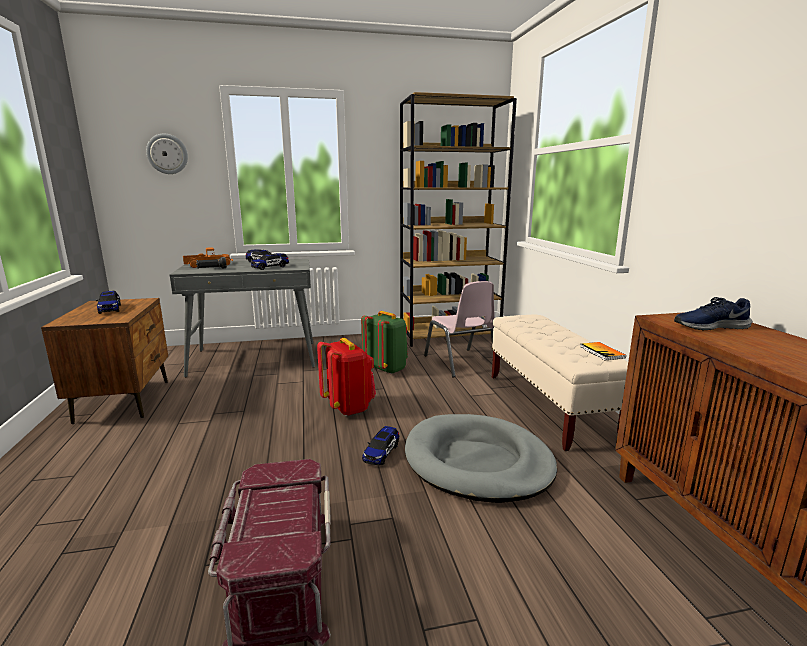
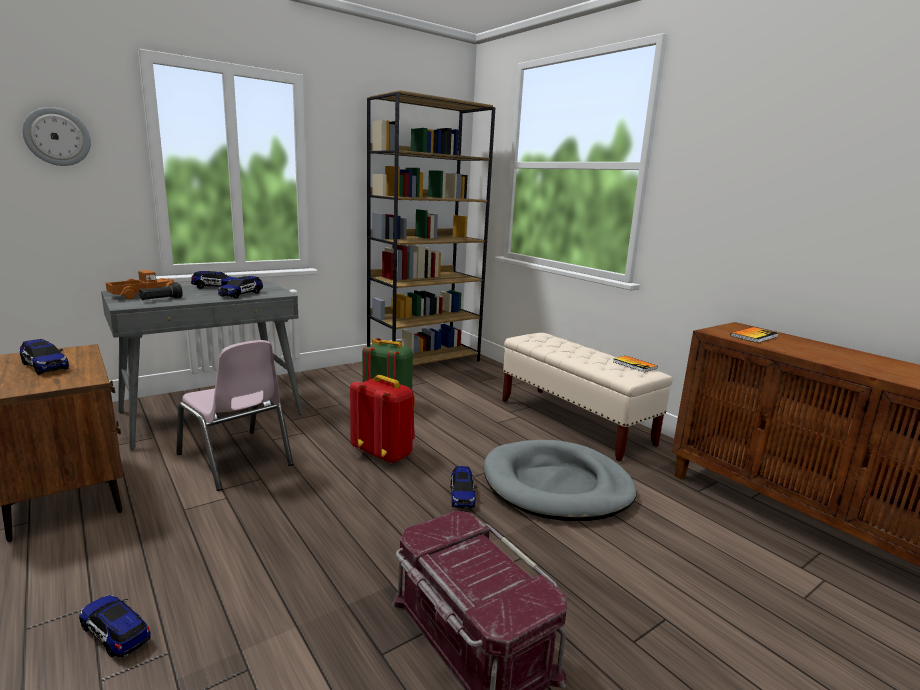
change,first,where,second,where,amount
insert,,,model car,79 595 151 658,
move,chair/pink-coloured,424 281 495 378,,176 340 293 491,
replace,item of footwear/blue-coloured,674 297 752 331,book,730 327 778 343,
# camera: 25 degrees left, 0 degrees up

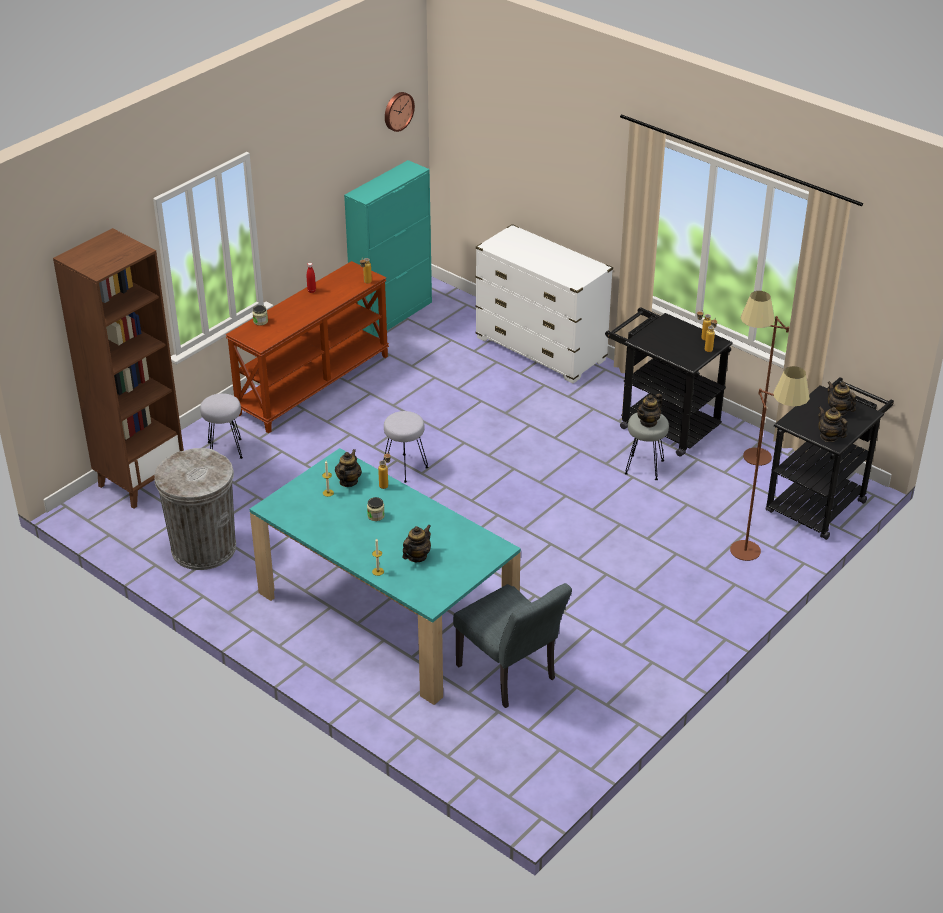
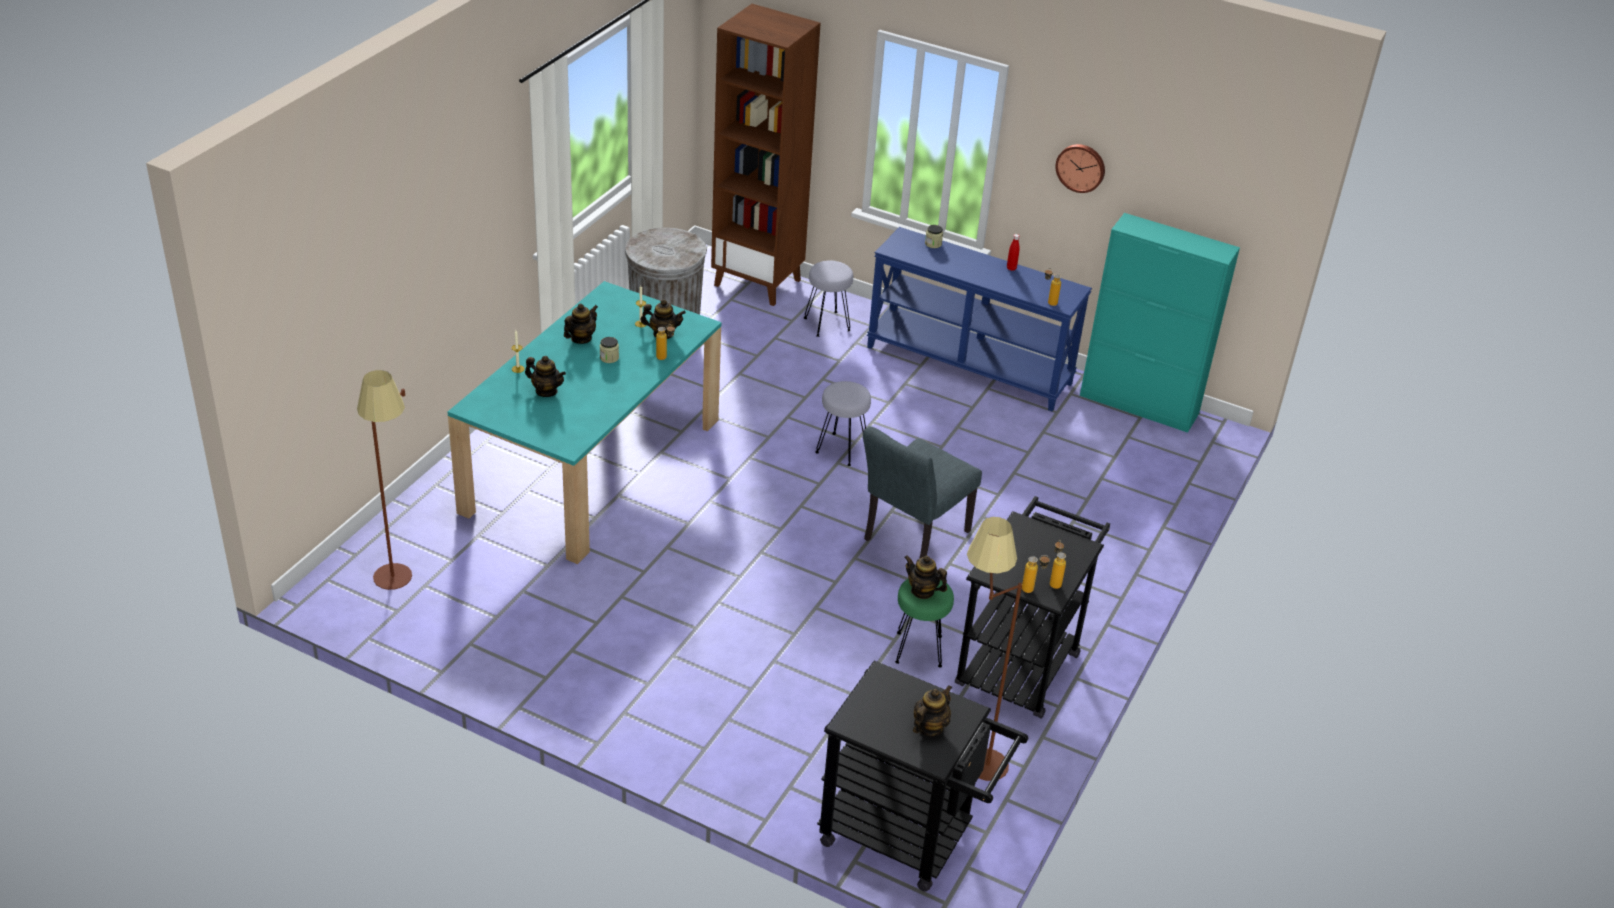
change,first,where,second,where,amount
move,standard lamp/brown-coloured,730 366 810 561,,357 370 412 590,
move,tea pot,818 406 848 442,,564 304 598 344,
move,chair/greyish,453 583 572 708,,863 426 982 559,
recolor,hall table/brown-coloured,226 261 389 433,hall table/blue-coloured,867 227 1092 411,
recolor,stool/greyish,625 413 669 480,stool/green,895 579 954 667,
move,wall clock,385 92 415 132,,1055 144 1105 193,
delete,dresser/whitish,475 224 613 384,,,
# camera: 75 degrees right, 0 degrees up

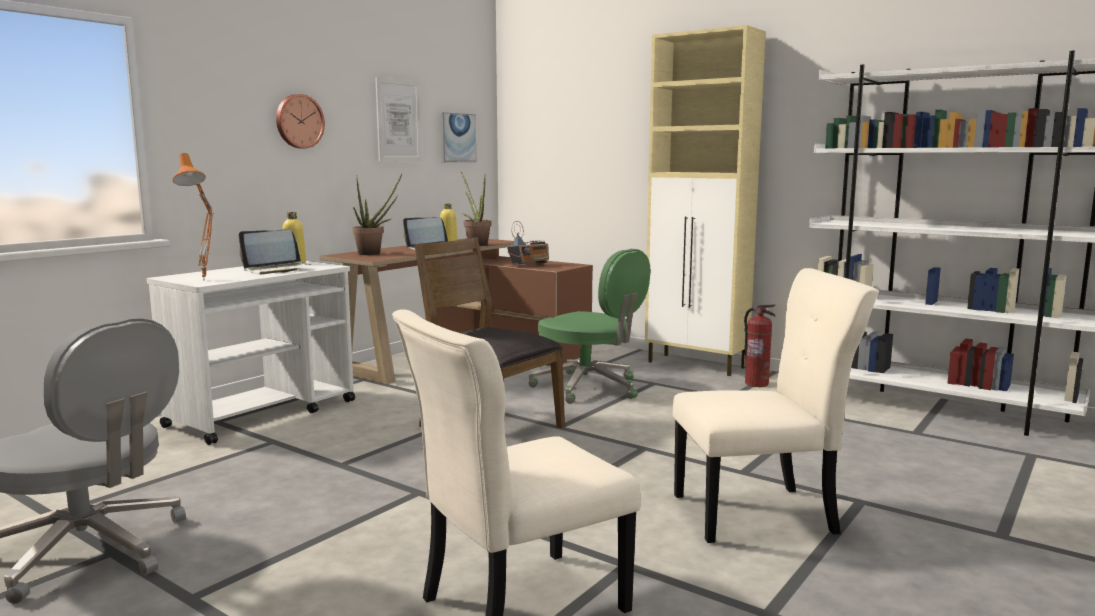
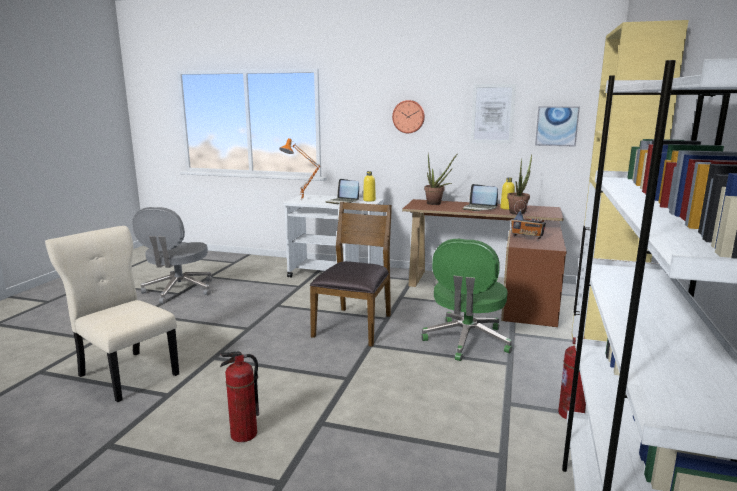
change,first,where,second,where,amount
replace,chair/beige-coloured,673 268 879 543,extinguisher,220 351 259 442,
# camera: 70 degrees right, 5 degrees up

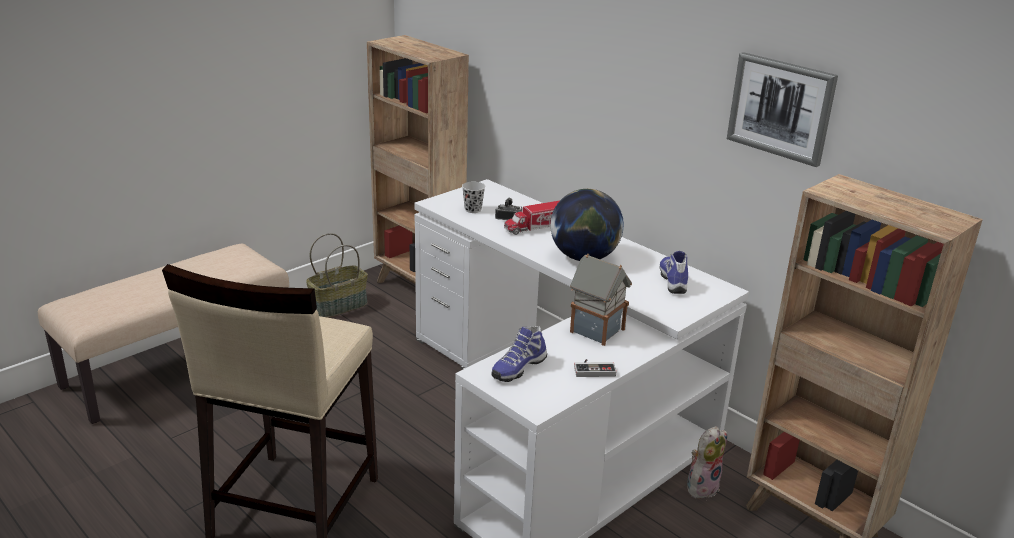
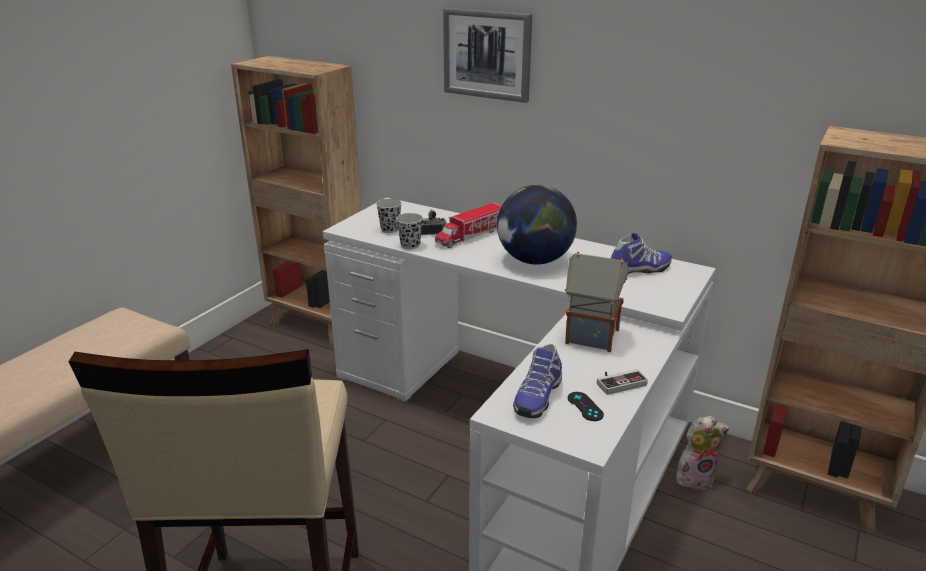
change,first,where,second,where,amount
insert,,,drinking cup/black-coloured,396 213 423 249,
move,wall picture,727 52 838 167,,443 8 532 103,
insert,,,joypad/black-coloured,568 392 604 421,
rotate,item of footwear,660 251 688 294,,611 233 672 275,90 degrees clockwise
rotate,cuddly toy,687 426 727 499,,676 416 729 490,45 degrees clockwise
delete,storage basket,306 233 368 318,,,
# camera: 15 degrees left, 0 degrees up

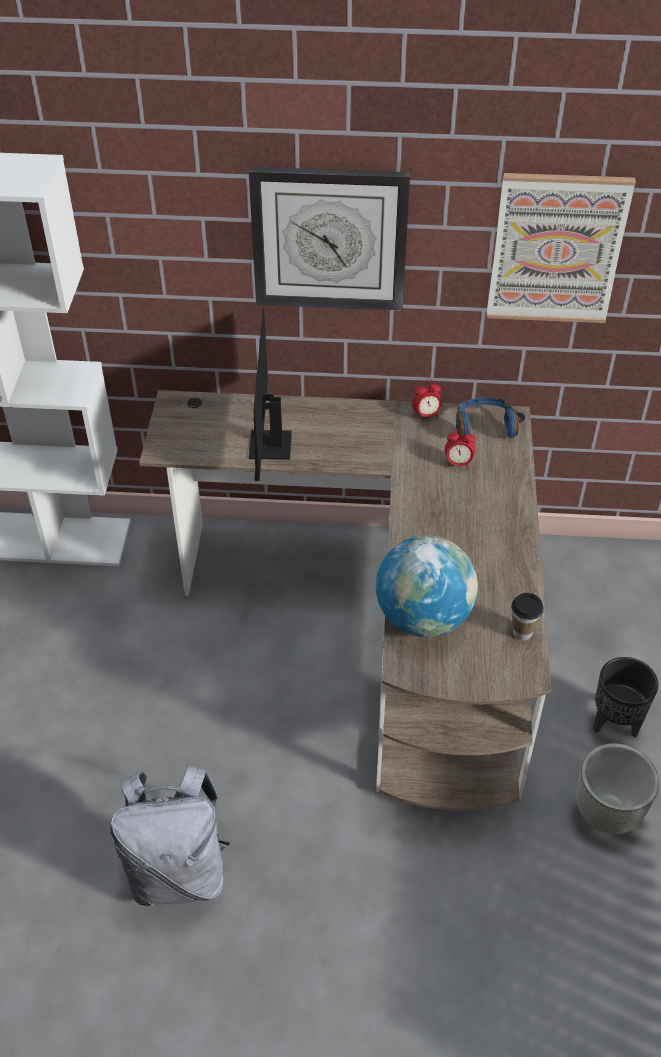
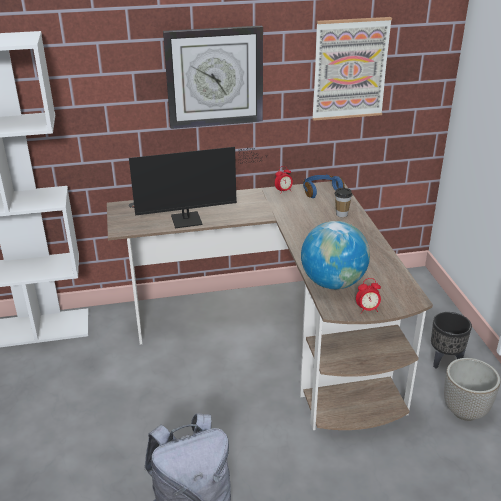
change,first,where,second,where,amount
rotate,monitor,249 308 292 481,,129 147 261 228,90 degrees counterclockwise
move,drinking cup,512 593 544 641,,335 188 353 217,
move,bedside clock,445 428 476 469,,356 278 381 314,
# camera: 15 degrees left, 15 degrees down

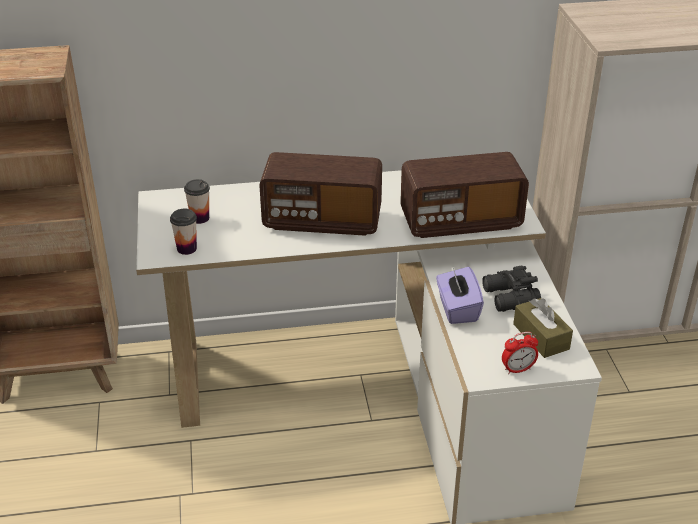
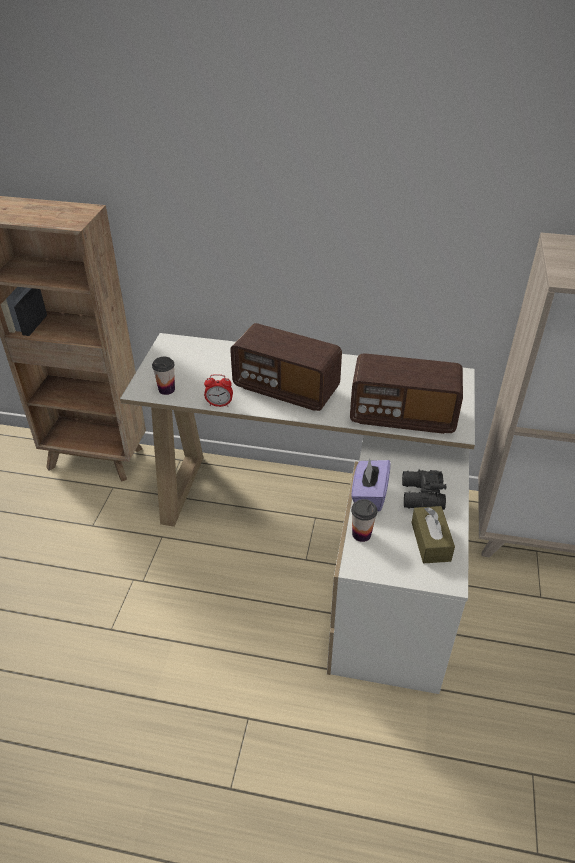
change,first,where,second,where,amount
move,bedside clock,502 332 538 375,,204 374 233 407,
move,drinking cup,184 179 210 224,,351 499 377 542,
# camera: 20 degrees right, 5 degrees up

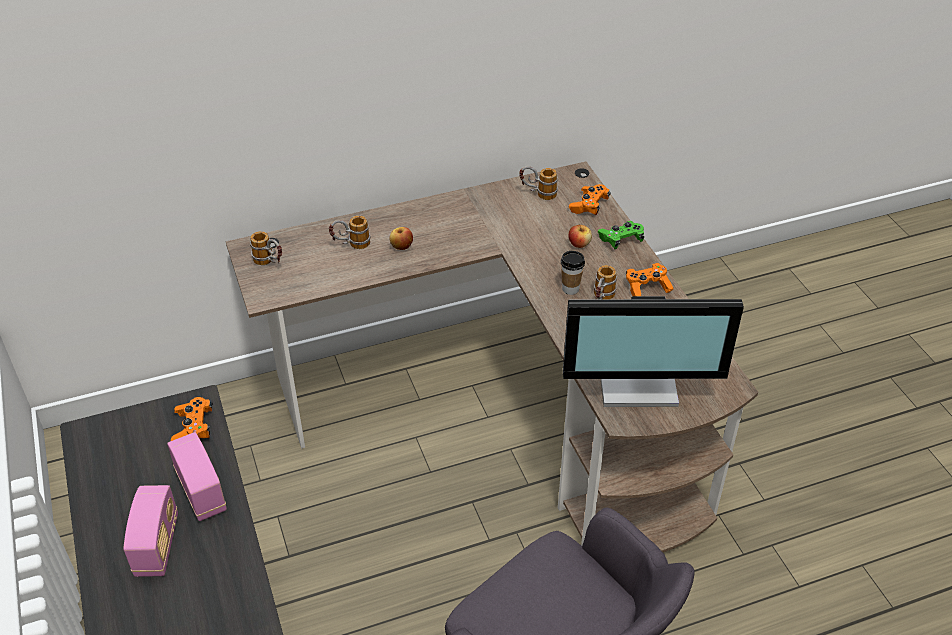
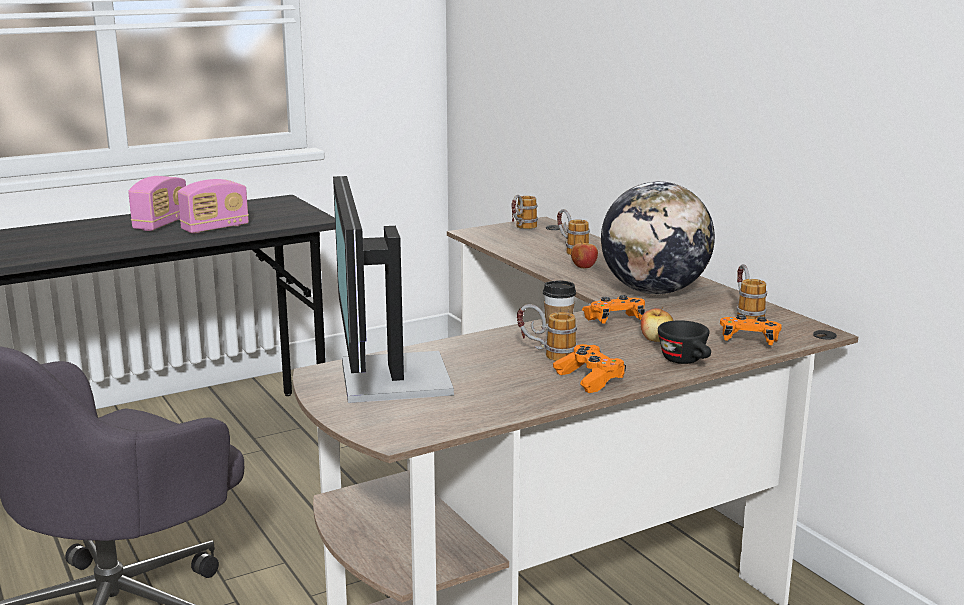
change,first,where,second,where,amount
rotate,radio set,123 485 178 577,,128 176 186 231,60 degrees counterclockwise
move,joypad/orange-coloured,171 397 212 441,,582 295 645 324,
insert,,,world globe,601 181 715 294,
replace,joypad/green,597 221 644 249,drinking cup/black-coloured,658 320 711 364,
# camera: 80 degrees right, 25 degrees down

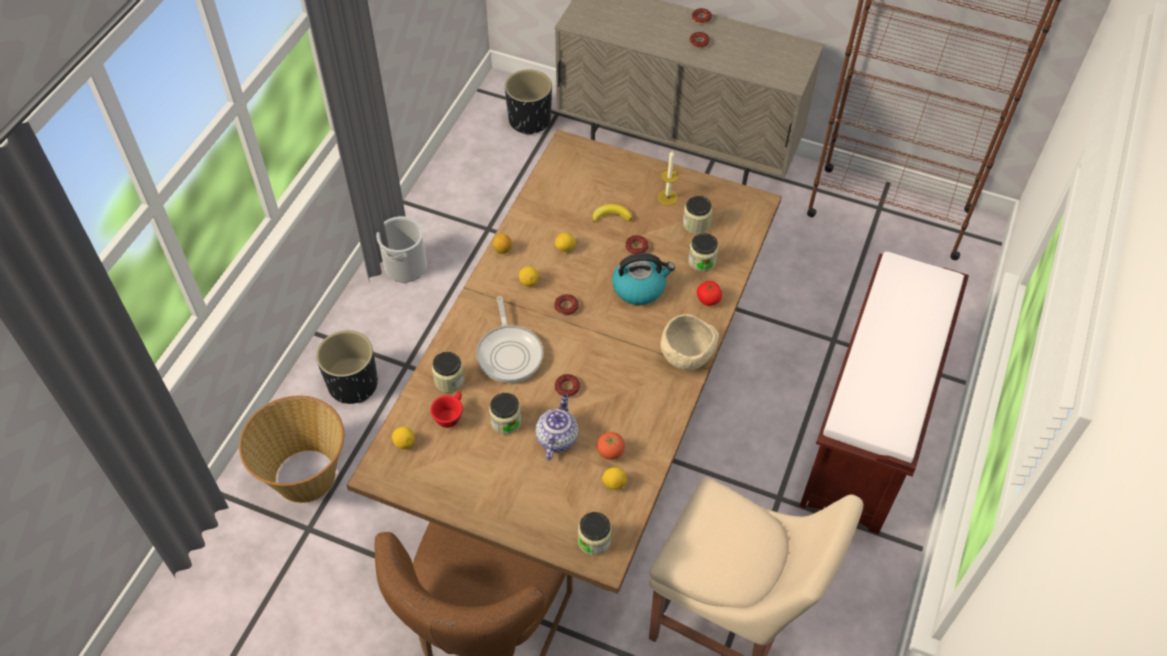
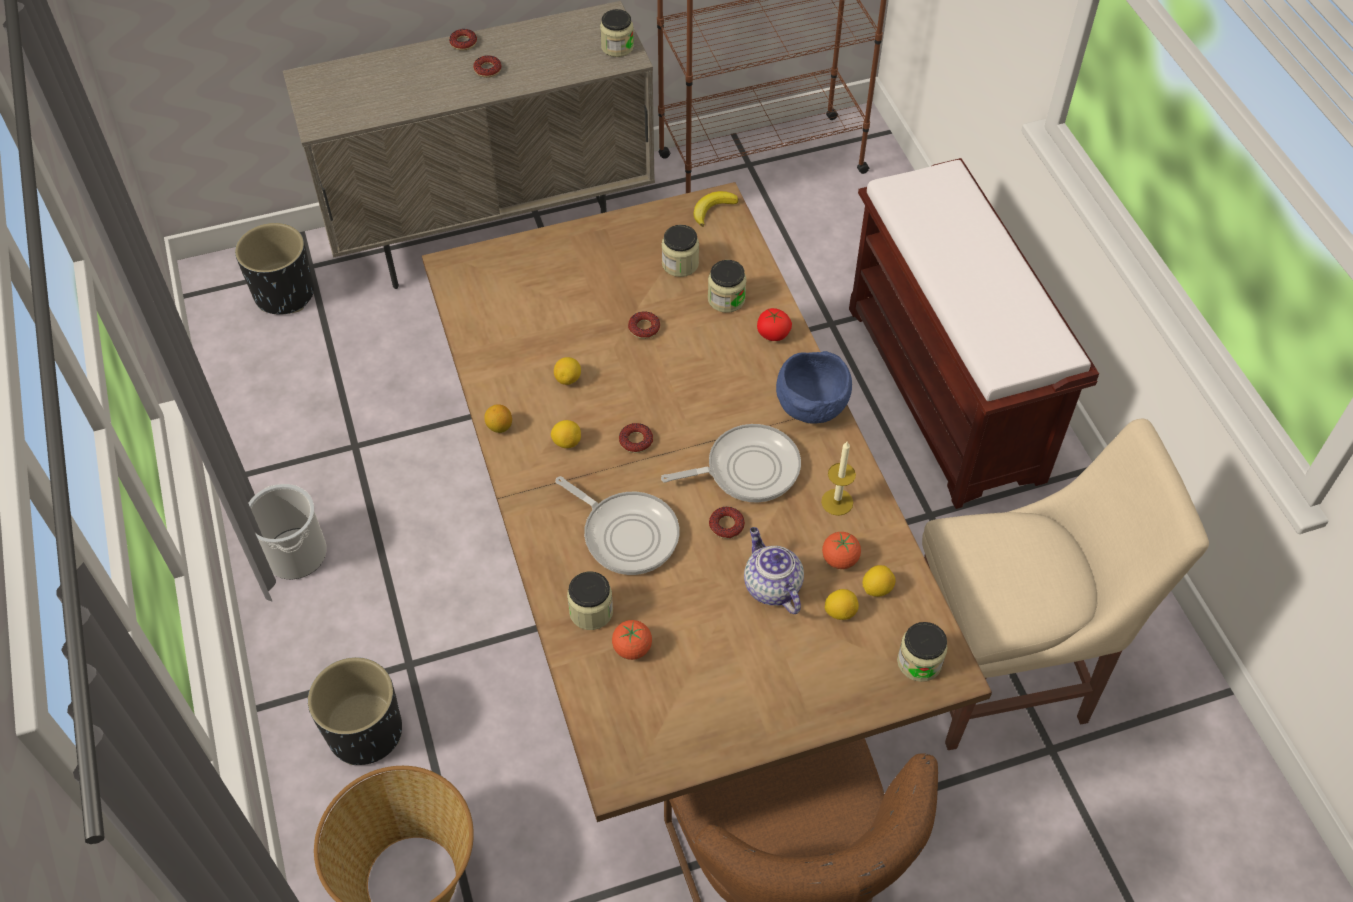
change,first,where,second,where,amount
move,preserve jar,489 393 521 435,,600 9 634 57,
replace,drinking cup/red,430 392 463 428,tomato,612 620 652 660,
insert,,,frying pan,661 424 801 502,
move,banana,593 204 632 223,,693 191 738 227,
recolor,bowl/beige-coloured,660 314 719 370,bowl/blue-coloured,776 351 852 424,
move,wax candle,657 151 679 205,,821 442 856 516,
move,lemon,392 427 415 449,,825 589 859 620,
delete,water kettle,612 253 675 305,,,
# camera: 40 degrees left, 0 degrees up

